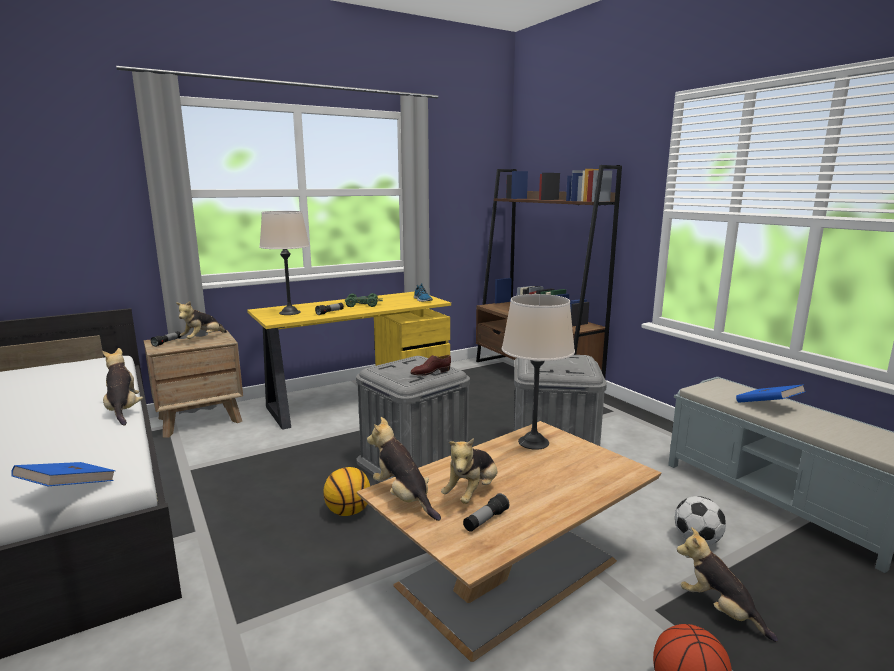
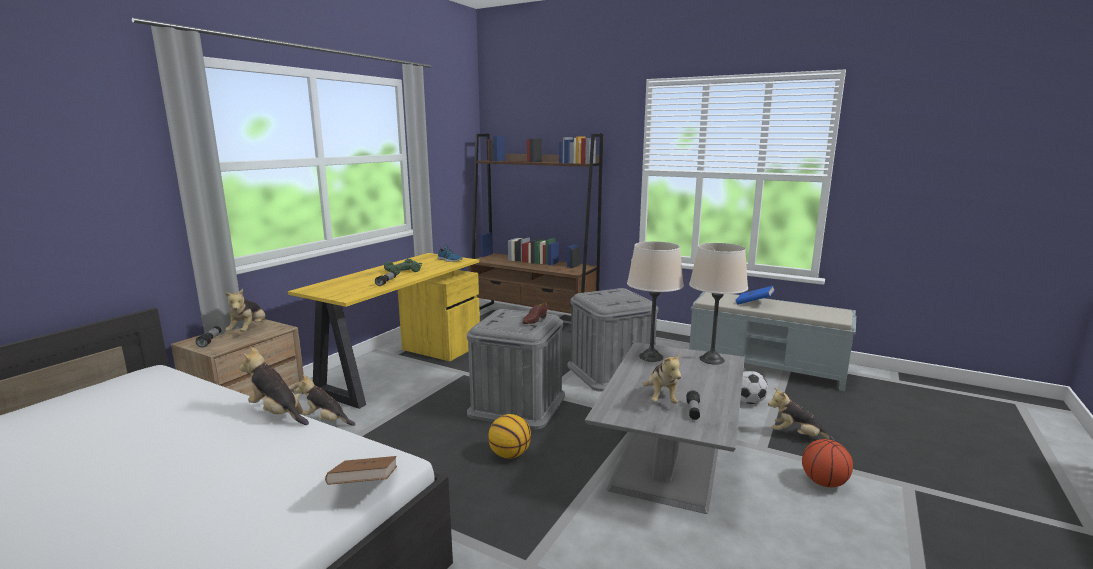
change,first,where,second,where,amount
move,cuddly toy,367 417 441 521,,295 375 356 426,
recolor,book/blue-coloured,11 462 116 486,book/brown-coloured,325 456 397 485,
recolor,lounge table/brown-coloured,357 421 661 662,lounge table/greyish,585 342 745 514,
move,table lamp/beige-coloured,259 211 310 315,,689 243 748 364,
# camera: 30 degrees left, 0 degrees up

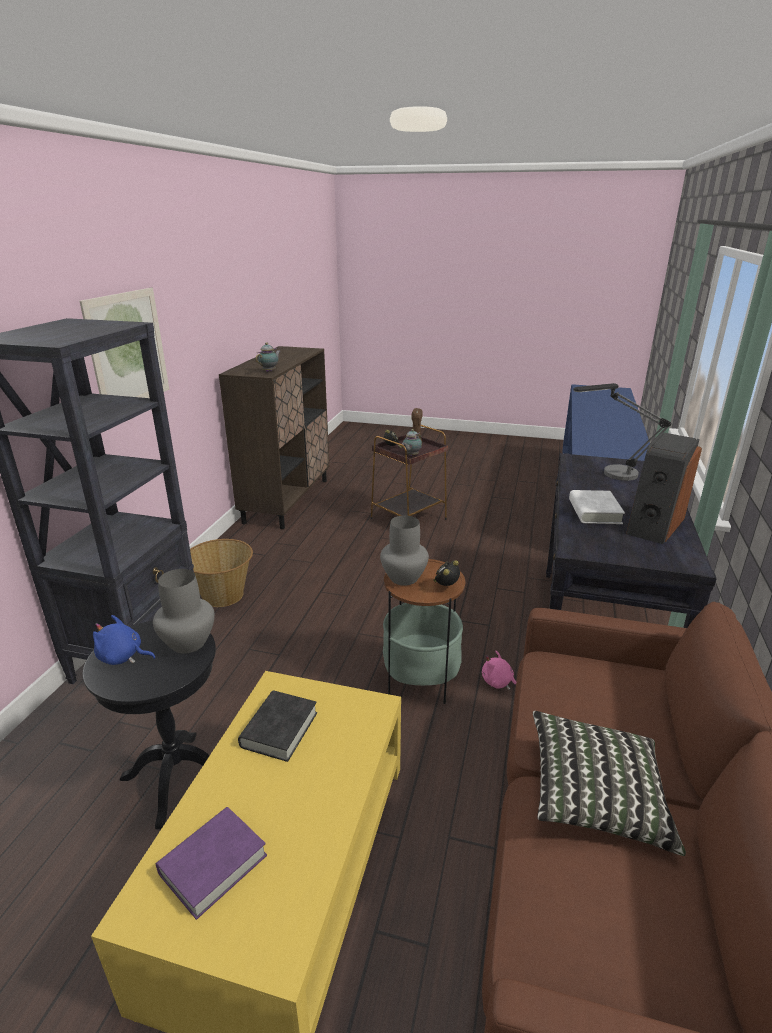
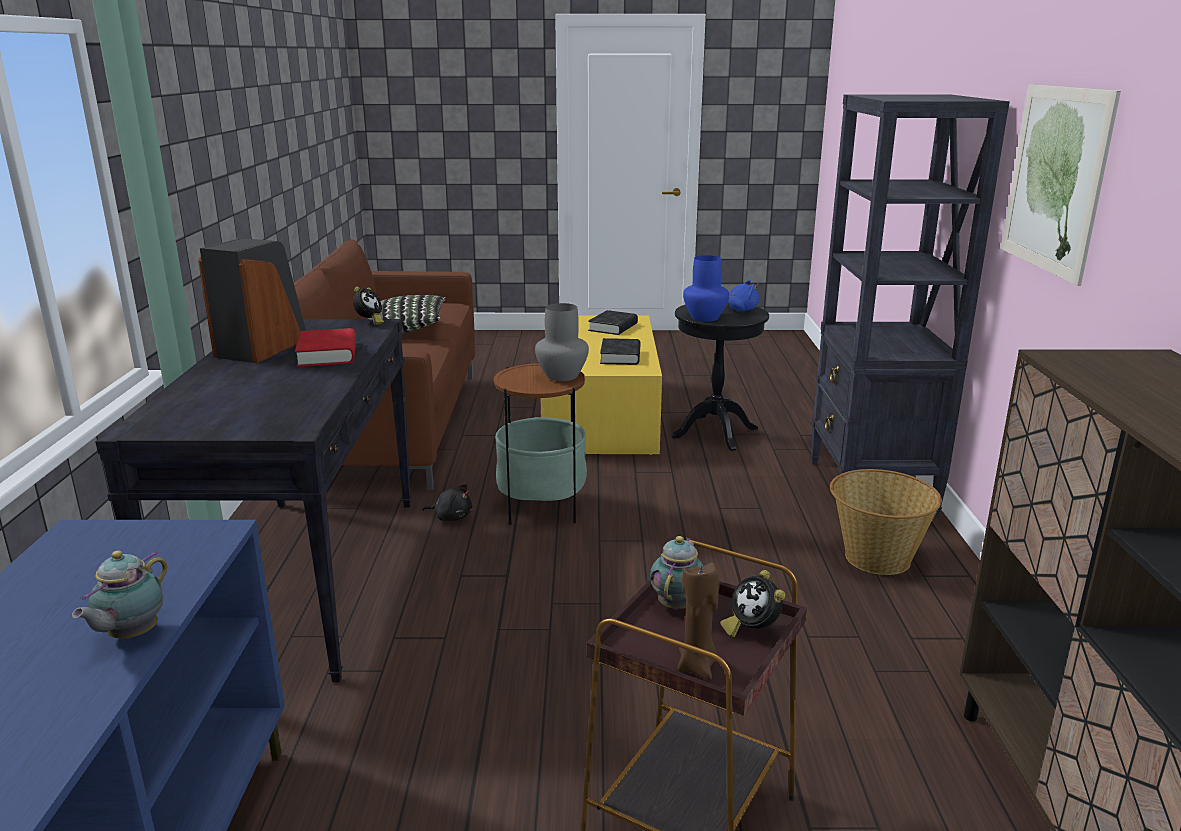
change,first,where,second,where,amount
move,tea pot,256 343 281 372,,72 551 167 639,
recolor,book/whitish,569 490 625 524,book/red,295 328 356 367,
move,bedside clock,433 560 460 586,,353 287 384 325,
recolor,cuddly toy/pink-coloured,482 651 516 690,cuddly toy/black-coloured,423 484 472 521,
recolor,book/purplish,156 807 267 920,book/black-coloured,588 310 638 335,
recolor,decorative vase/greyish,153 569 215 654,decorative vase/blue-coloured,683 255 729 322,
delete,table lamp,574 383 672 481,,,
# camera: 165 degrees right, 5 degrees down

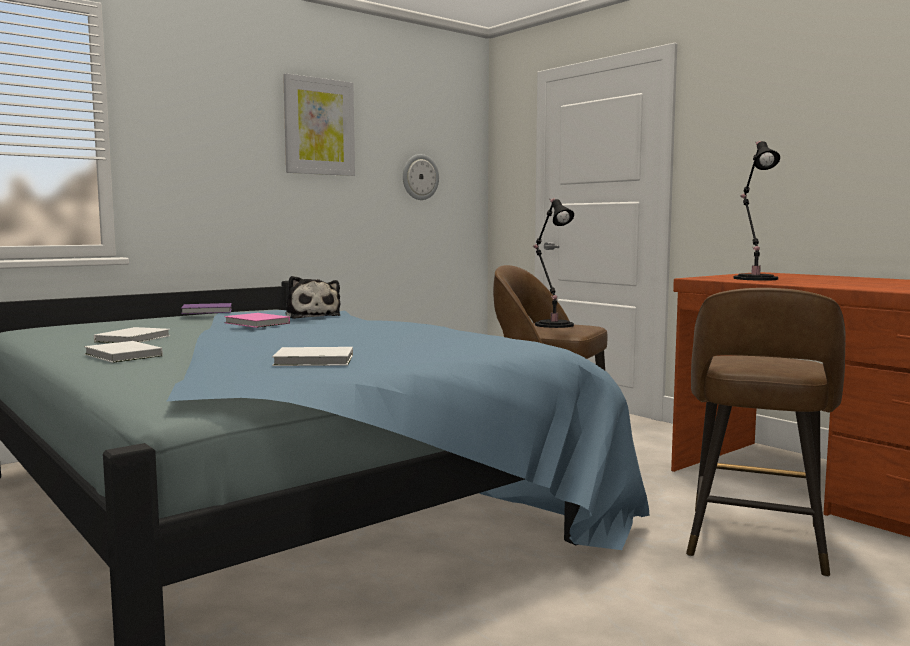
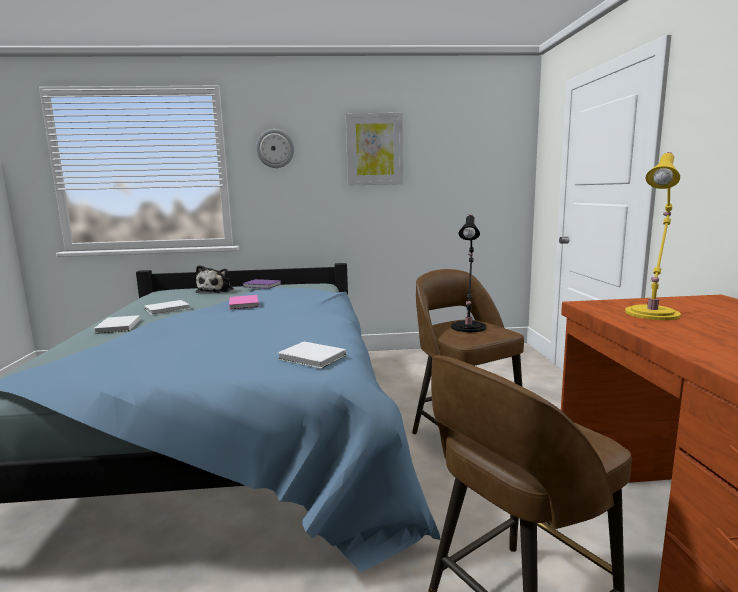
change,first,where,second,where,amount
move,cuddly toy,286 276 341 319,,195 265 234 293,
move,wall clock,403 154 439 200,,256 129 294 168,
move,book/whitish,272 347 353 366,,278 342 346 369,
recolor,table lamp/black-coloured,734 141 780 281,table lamp/yellow-coloured,625 152 681 320,
# camera: 35 degrees right, 5 degrees up

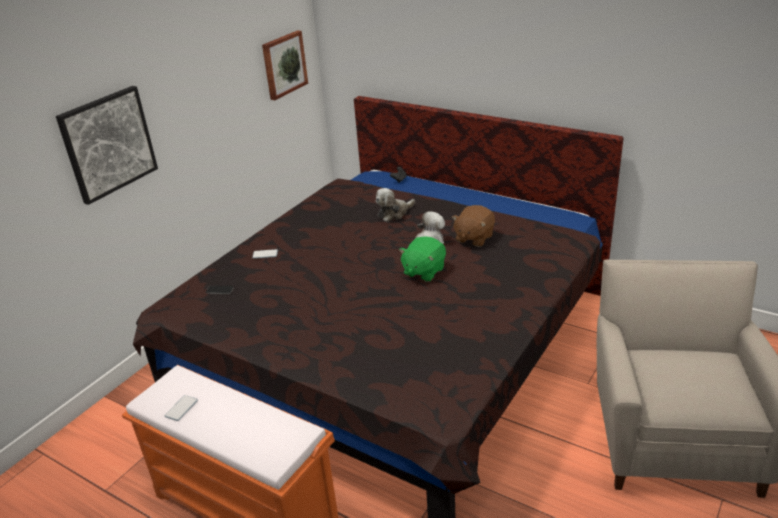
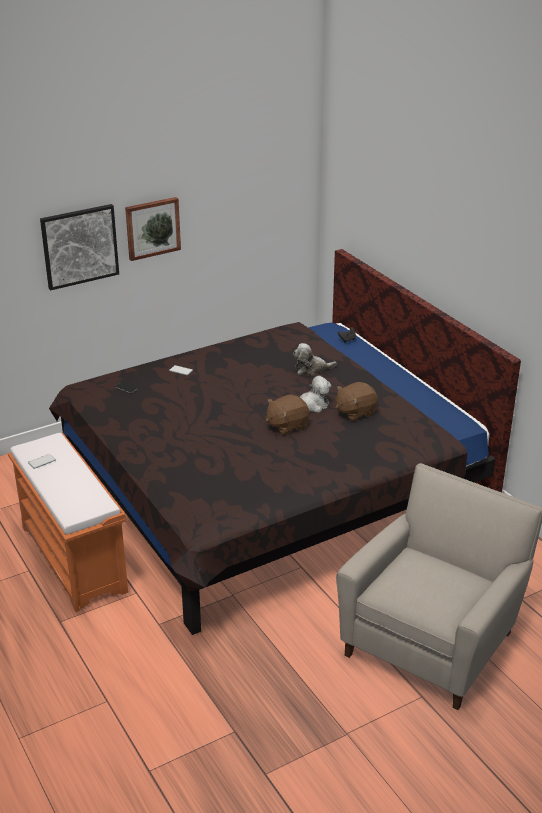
change,first,where,second,where,amount
move,wall picture,262 30 308 100,,125 197 181 261,
recolor,cuddly toy/green,399 237 446 282,cuddly toy/brown-coloured,266 394 309 435,
# camera: 25 degrees right, 0 degrees up

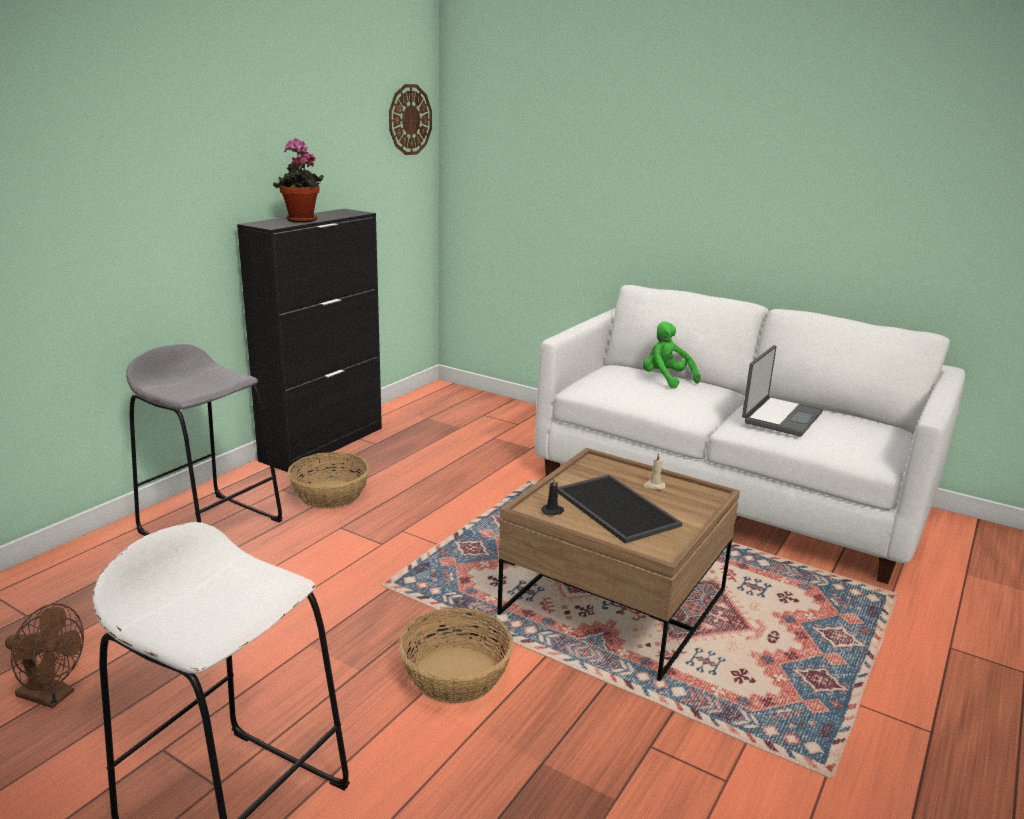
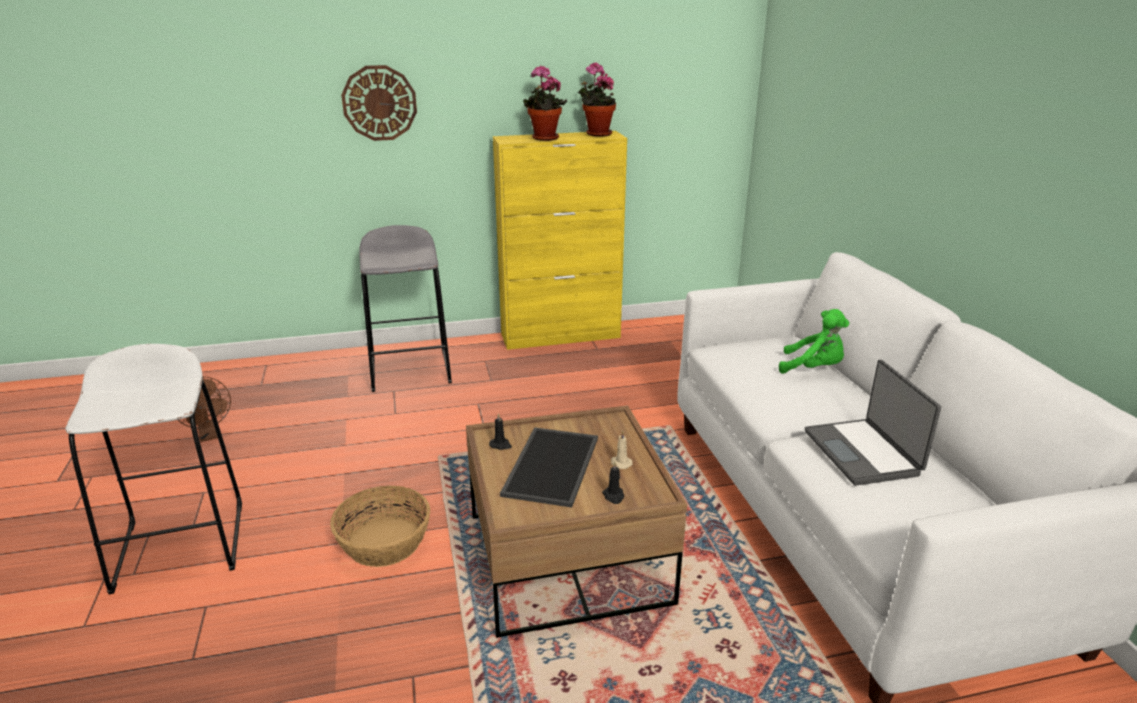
change,first,where,second,where,amount
move,wall clock,389 84 432 155,,341 65 417 141,
recolor,storage cabinet/black-coloured,237 209 382 472,storage cabinet/yellow-coloured,493 131 627 350,
insert,,,plant in a pot,578 62 616 137,
insert,,,wax candle/black-coloured,602 462 624 504,
rotate,cuddly toy/green,643 321 701 388,,779 309 849 374,105 degrees clockwise
rotate,laptop,742 345 823 437,,805 360 941 485,90 degrees clockwise
delete,storage basket,287 452 370 509,,,
# camera: 45 degrees right, 5 degrees up

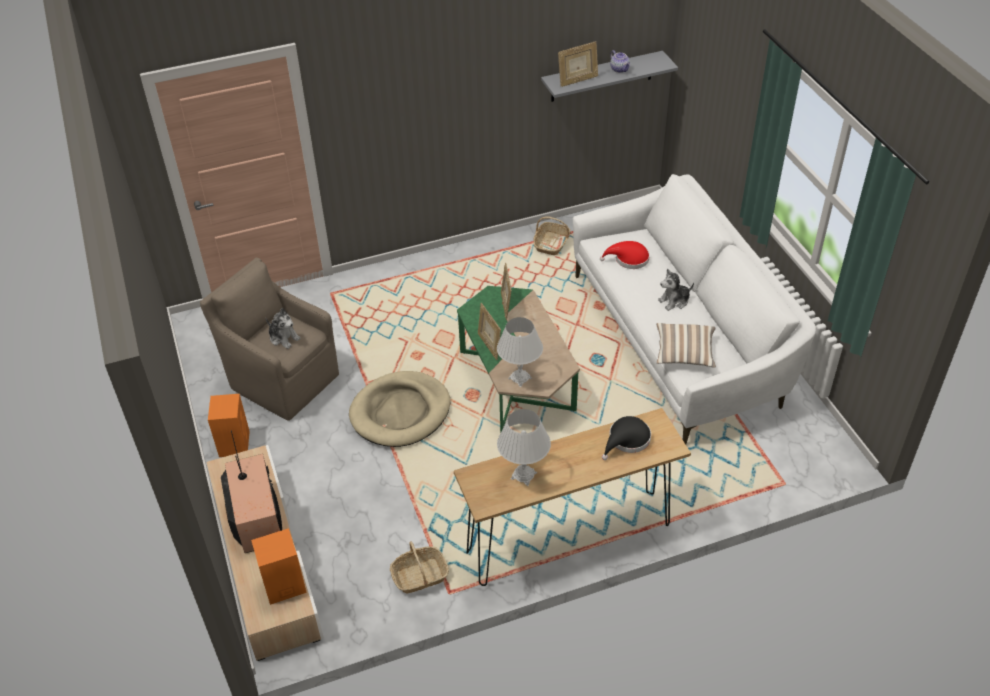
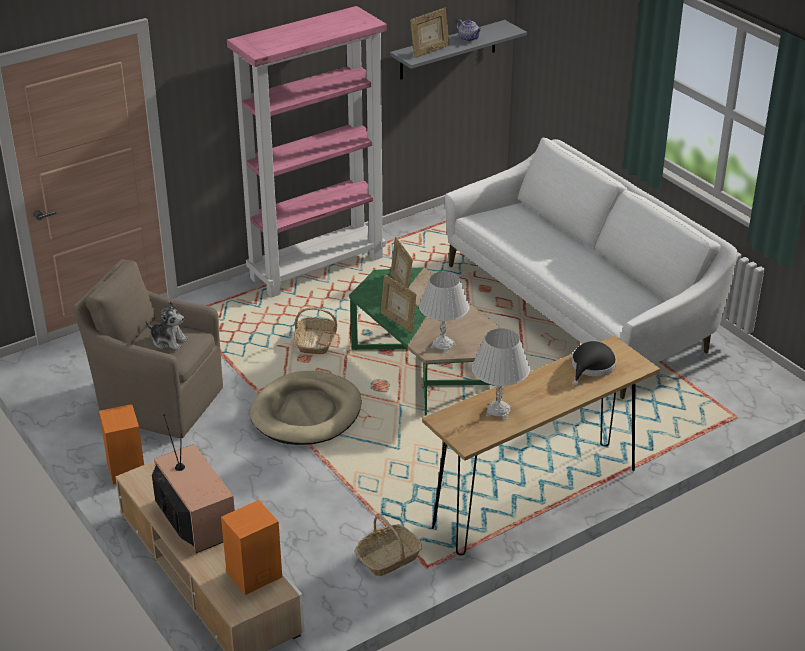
change,first,where,second,where,amount
insert,,,shelving unit/pink-coloured,226 6 387 297,
move,storage basket,533 216 570 255,,294 307 338 354,
delete,wearable hat/red,600 241 650 269,,,
delete,throw pillow,657 323 716 368,,,
delete,cuddly toy,658 269 694 311,,,
# camera: 15 degrees left, 10 degrees down

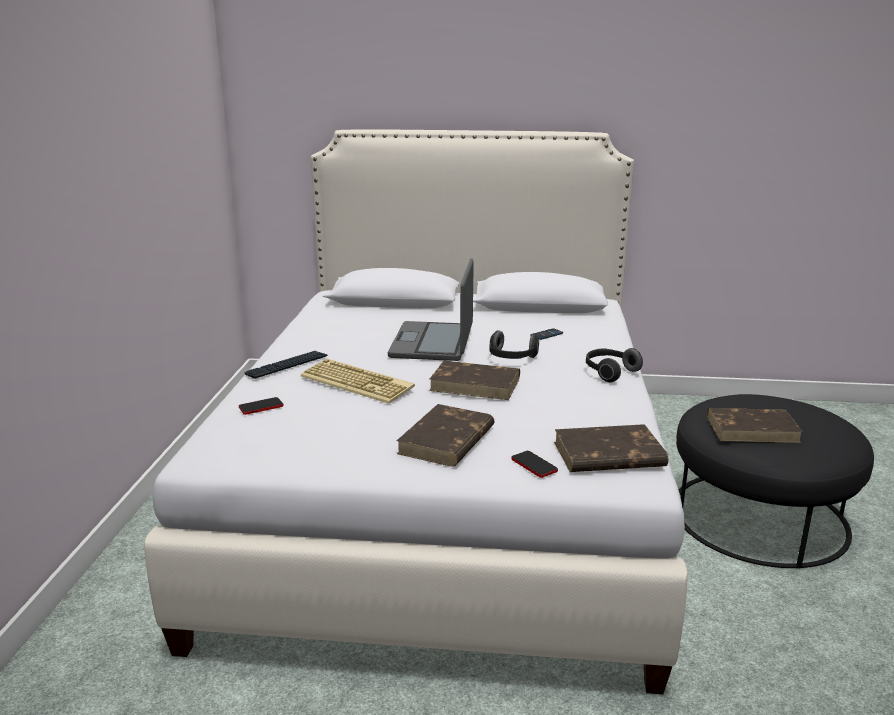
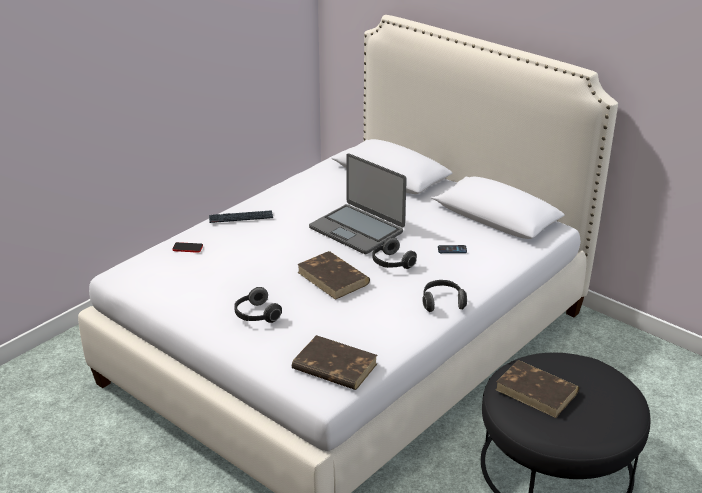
change,first,where,second,where,amount
replace,book/brown-coloured,397 404 495 467,headset,234 287 282 323,
rotate,laptop,388 258 474 361,,309 153 407 254,90 degrees counterclockwise
delete,keyboard,301 359 415 404,,,
delete,handset,511 451 558 478,,,
# camera: 35 degrees right, 10 degrees up

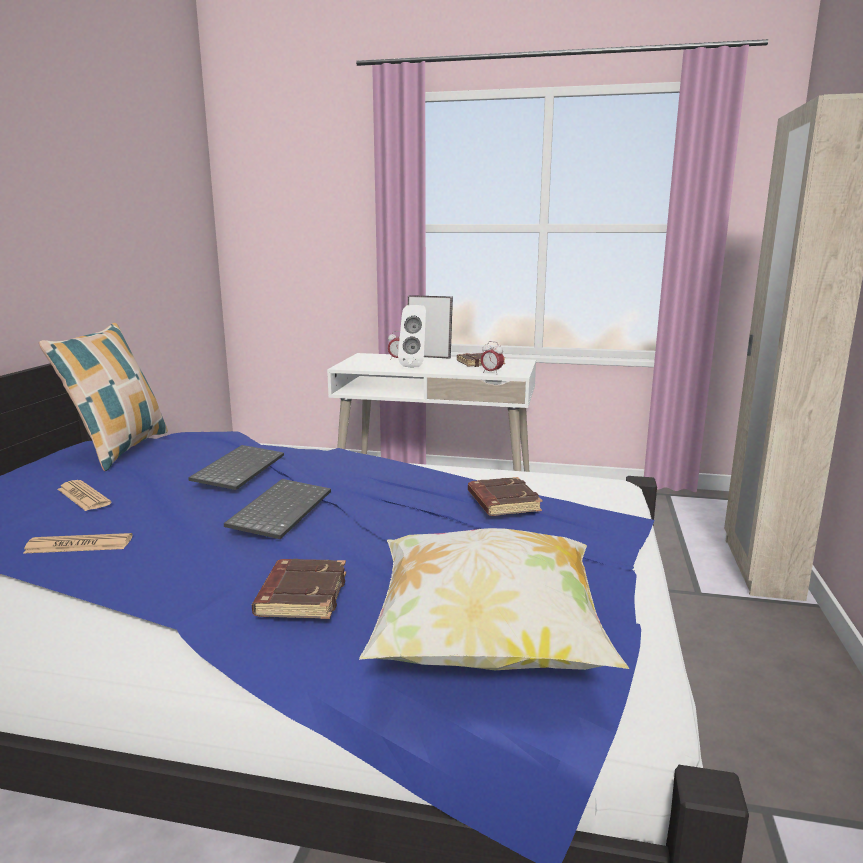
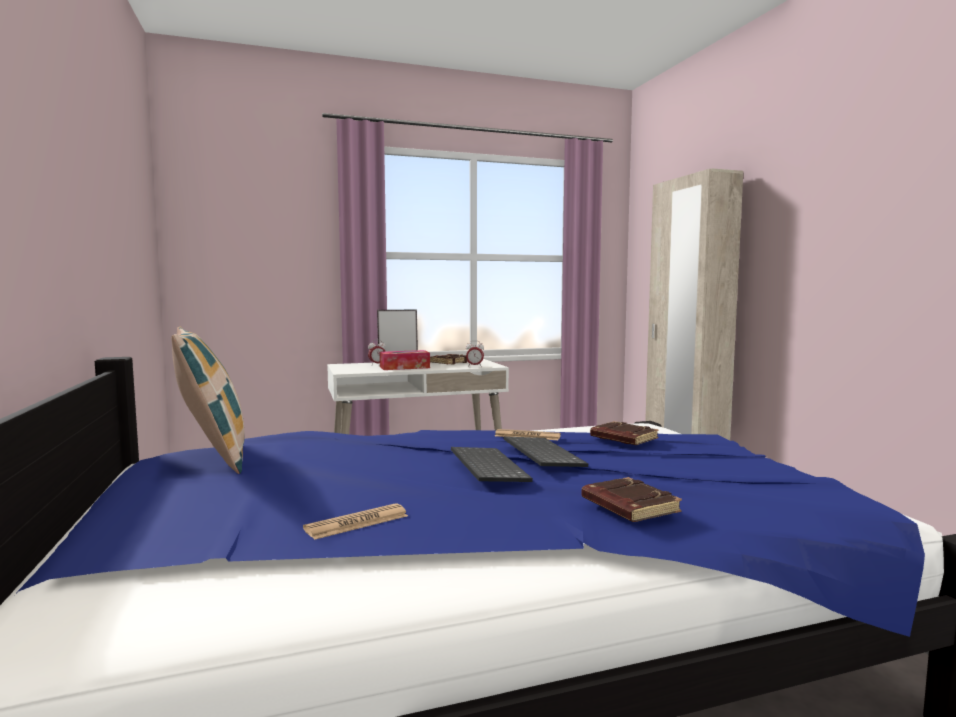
change,first,where,second,where,amount
replace,speaker/whitish,398 305 426 367,box of tissues,380 350 430 370,
move,daily paper,58 480 112 511,,495 429 561 440,
move,keyboard,189 445 284 490,,504 436 588 467,
delete,throw pillow,359 528 630 670,,,
# camera: 30 degrees left, 10 degrees down

